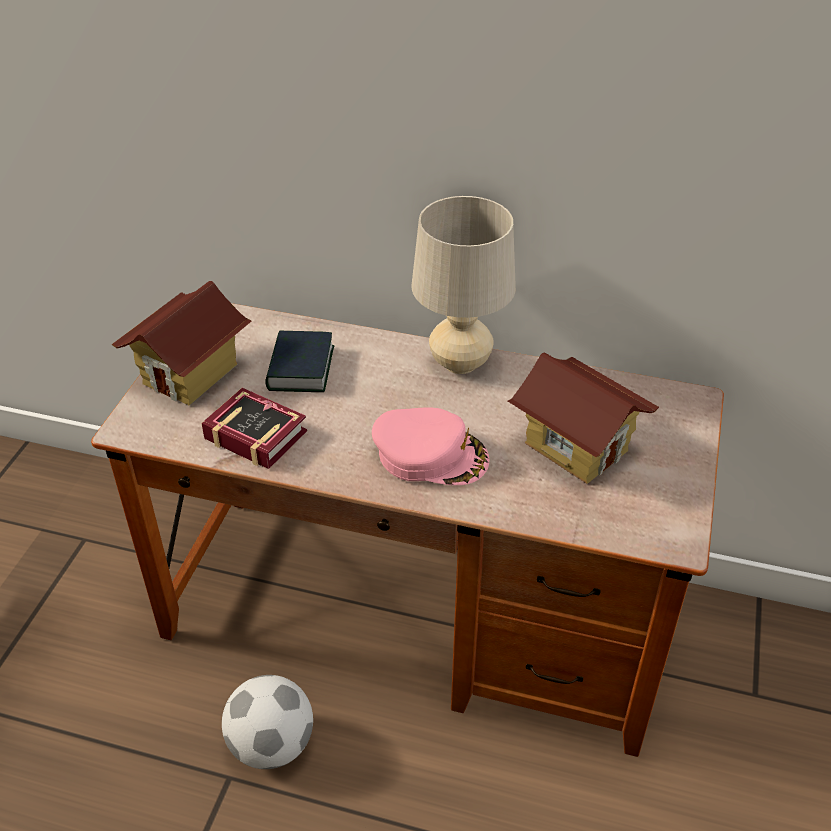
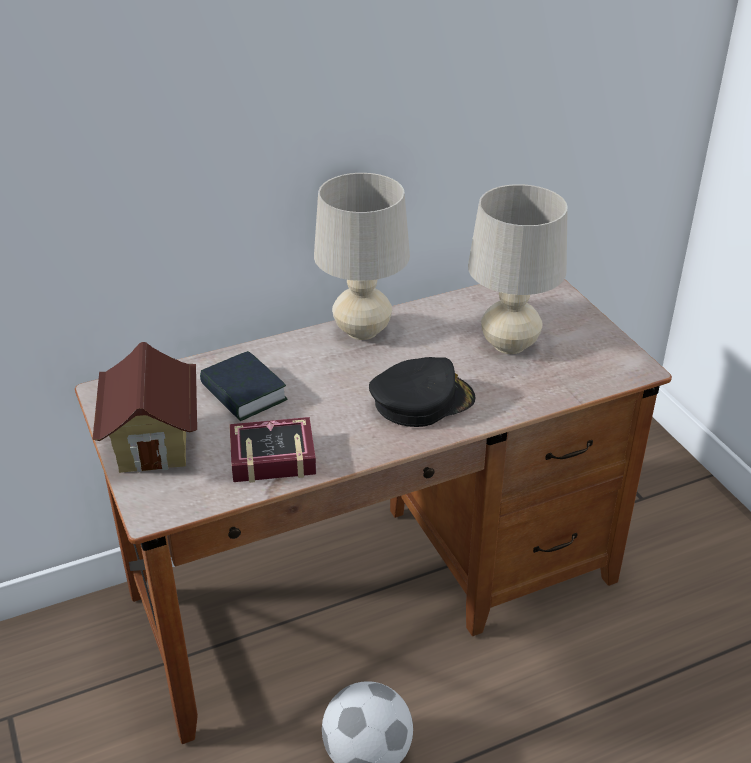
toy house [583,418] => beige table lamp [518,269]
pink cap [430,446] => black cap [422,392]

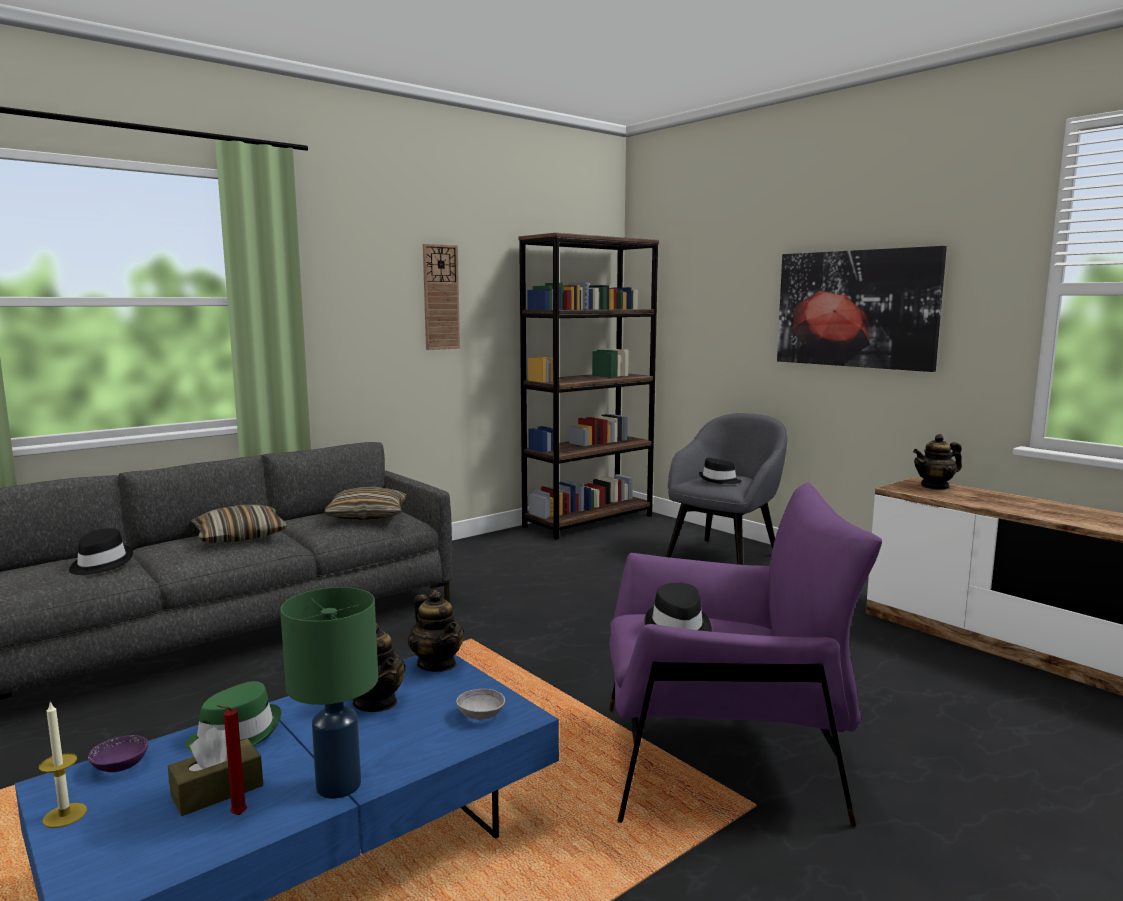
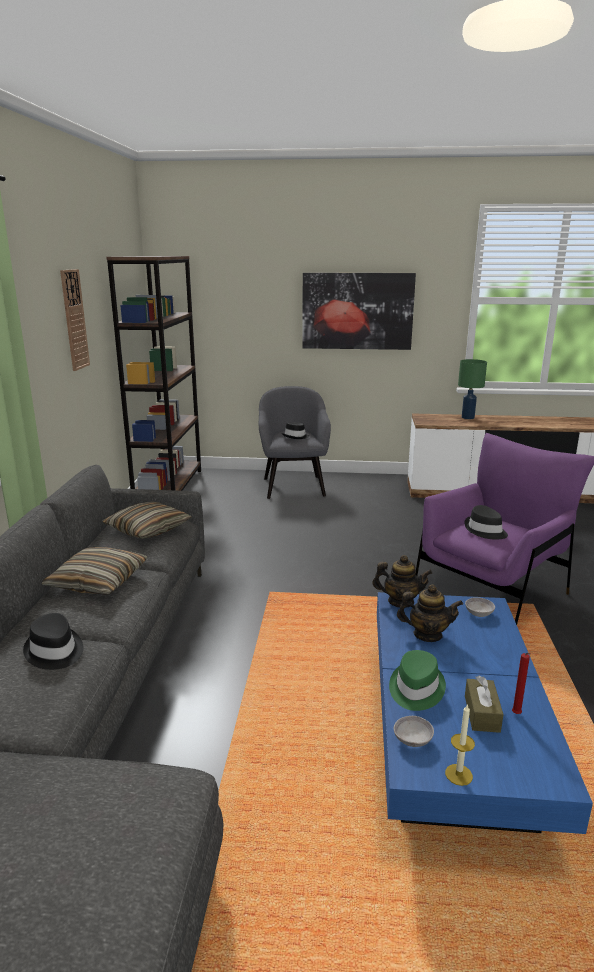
teapot [937,462] => nothing
green table lamp [329,693] => green table lamp [472,389], shifted
purple bowl [118,753] => grey bowl [414,731]

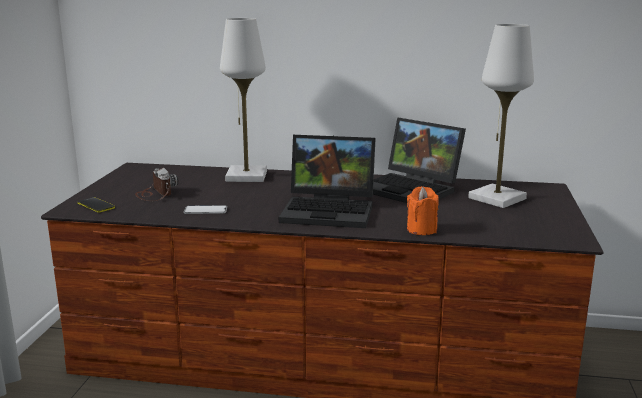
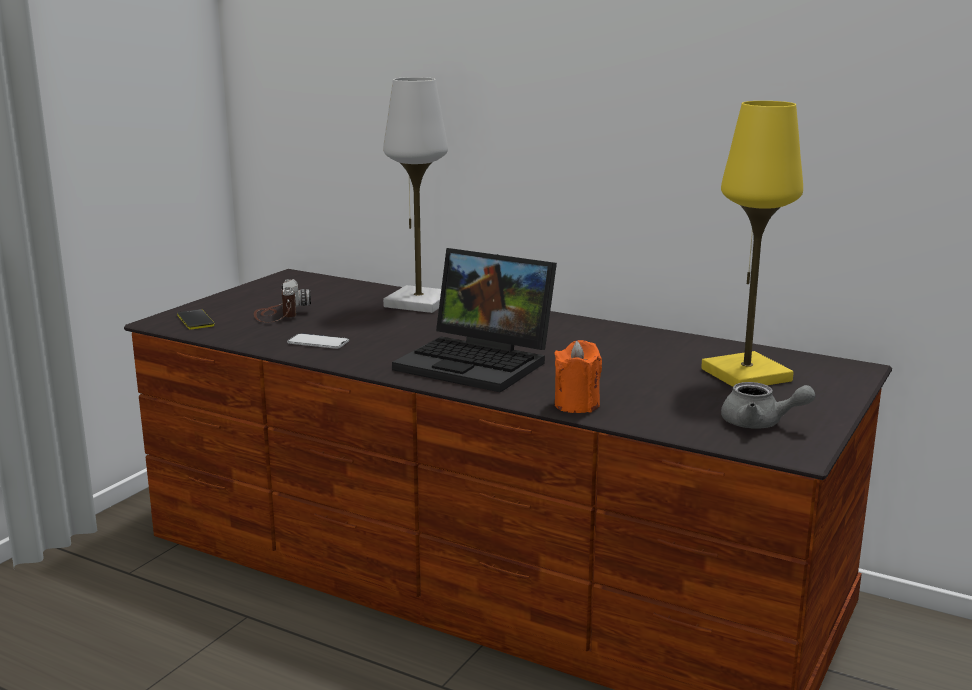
laptop [419,160] => nothing
nothing => grey teapot [768,405]
white table lamp [501,116] => yellow table lamp [752,244]

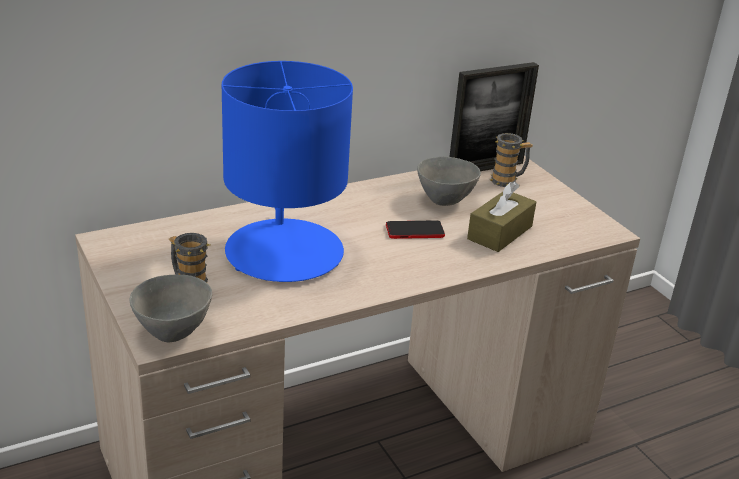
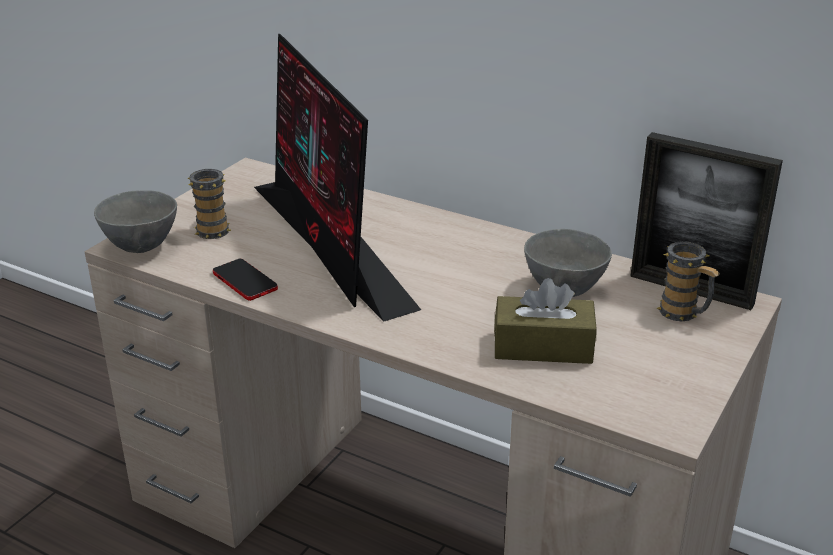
phone [415,230] => phone [245,280], shifted
blue table lamp [287,171] => monitor [337,178]

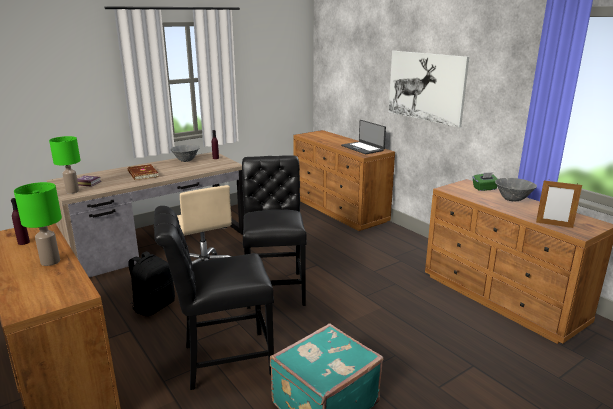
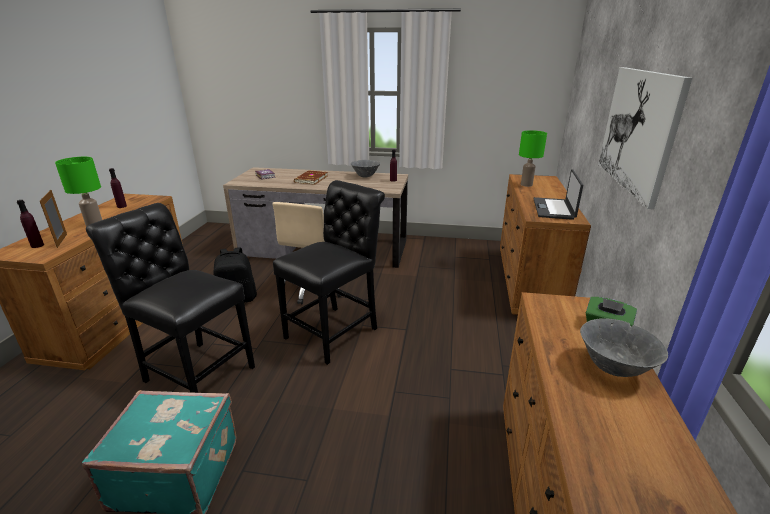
nothing => purple bottle [30,224]
green table lamp [65,165] => green table lamp [533,158], shifted
picture frame [559,203] => picture frame [53,219], shifted

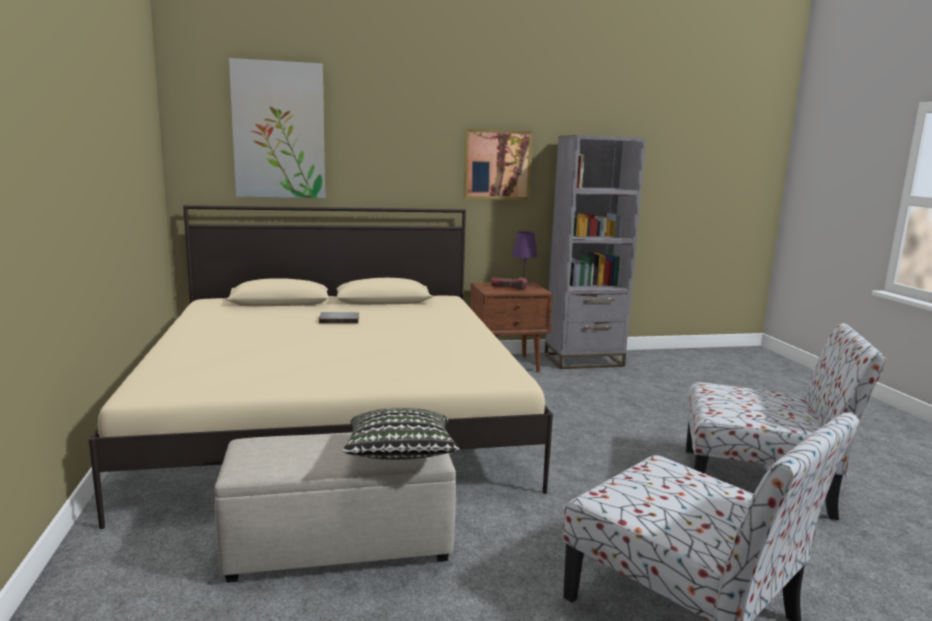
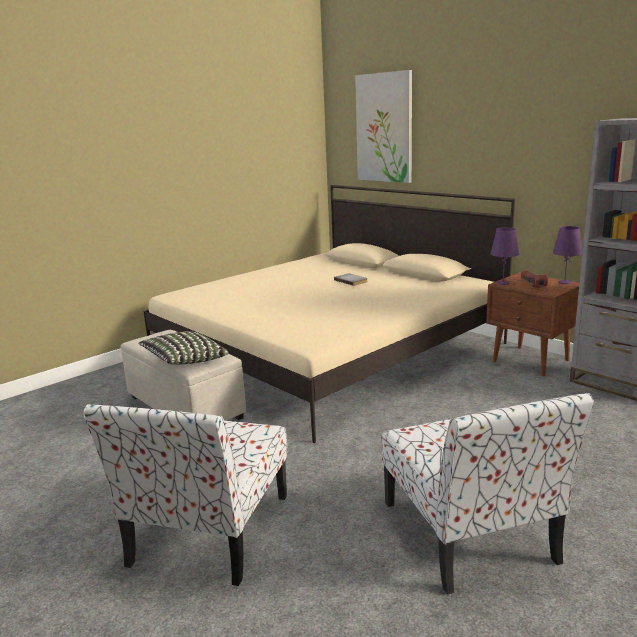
picture [498,164] => nothing
nothing => purple table lamp [504,256]

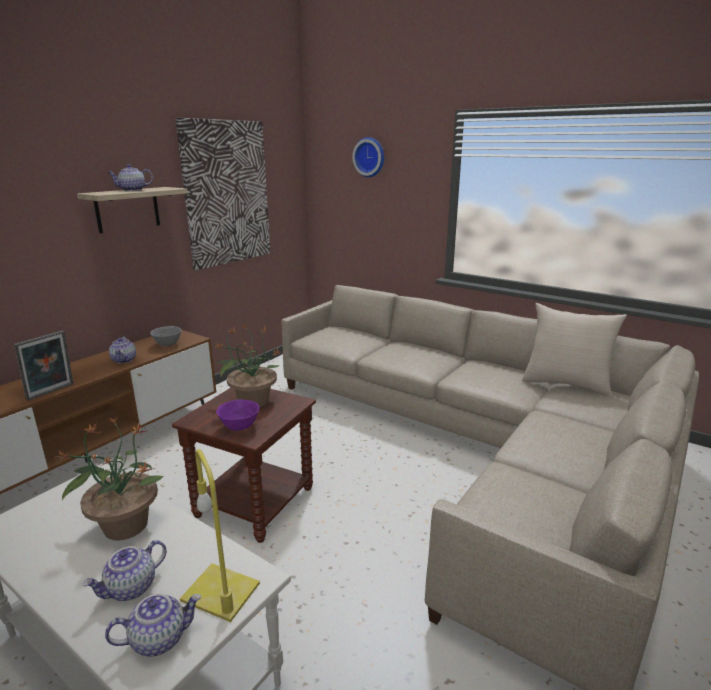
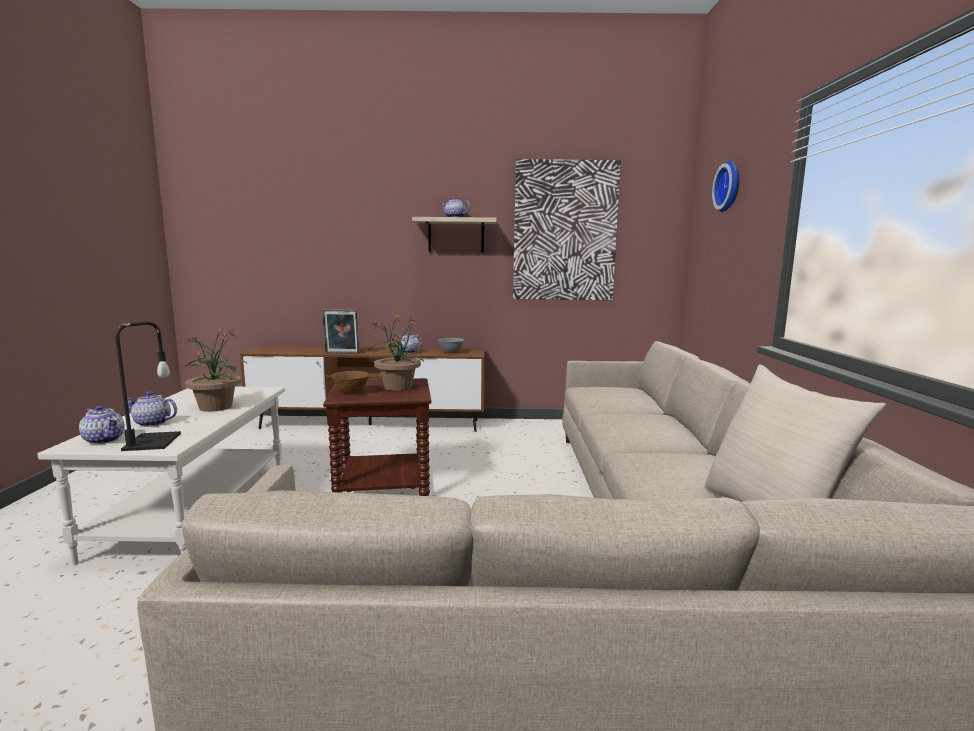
yellow table lamp [220,535] => black table lamp [148,386]
purple bowl [237,415] => brown bowl [350,382]

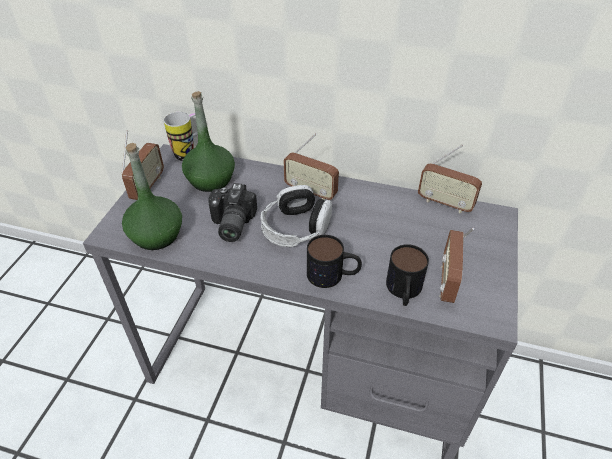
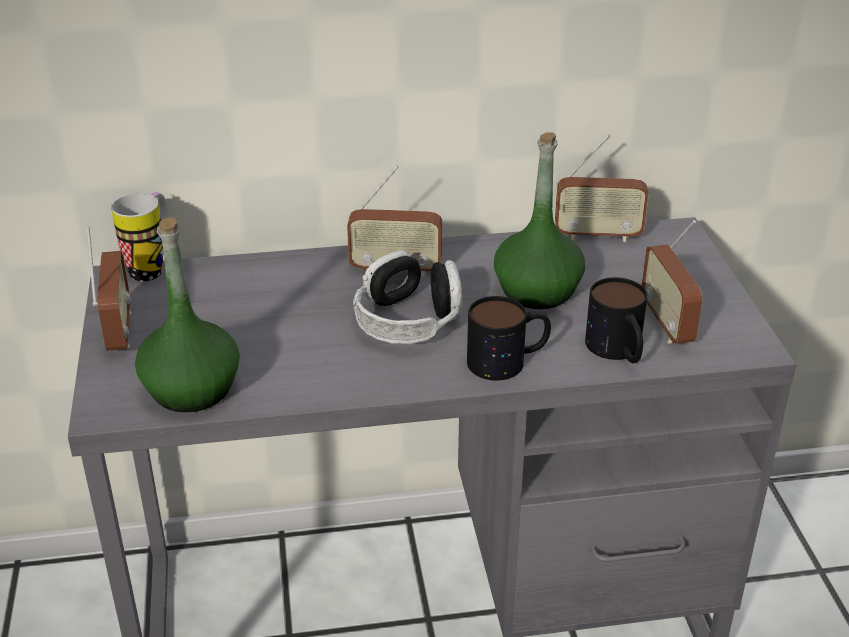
photo camera [232,212] => nothing
green bottle [208,141] => green bottle [539,220], shifted

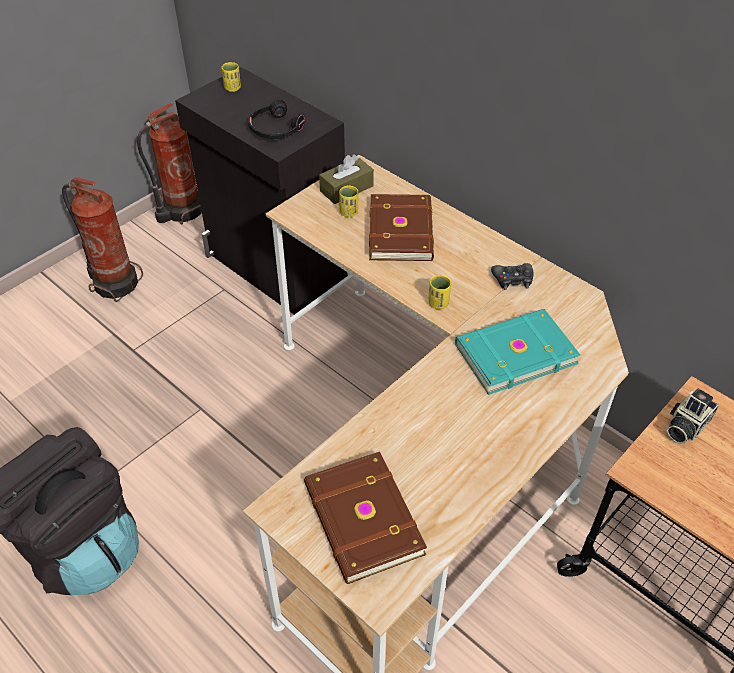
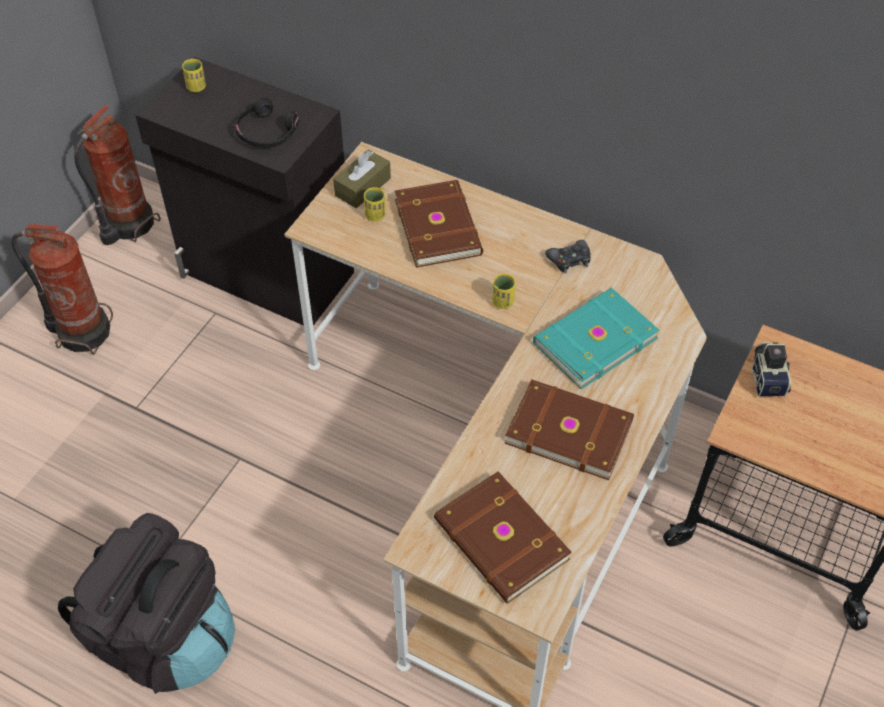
nothing => brown book [569,430]
photo camera [693,416] => photo camera [771,369], 150 degrees clockwise

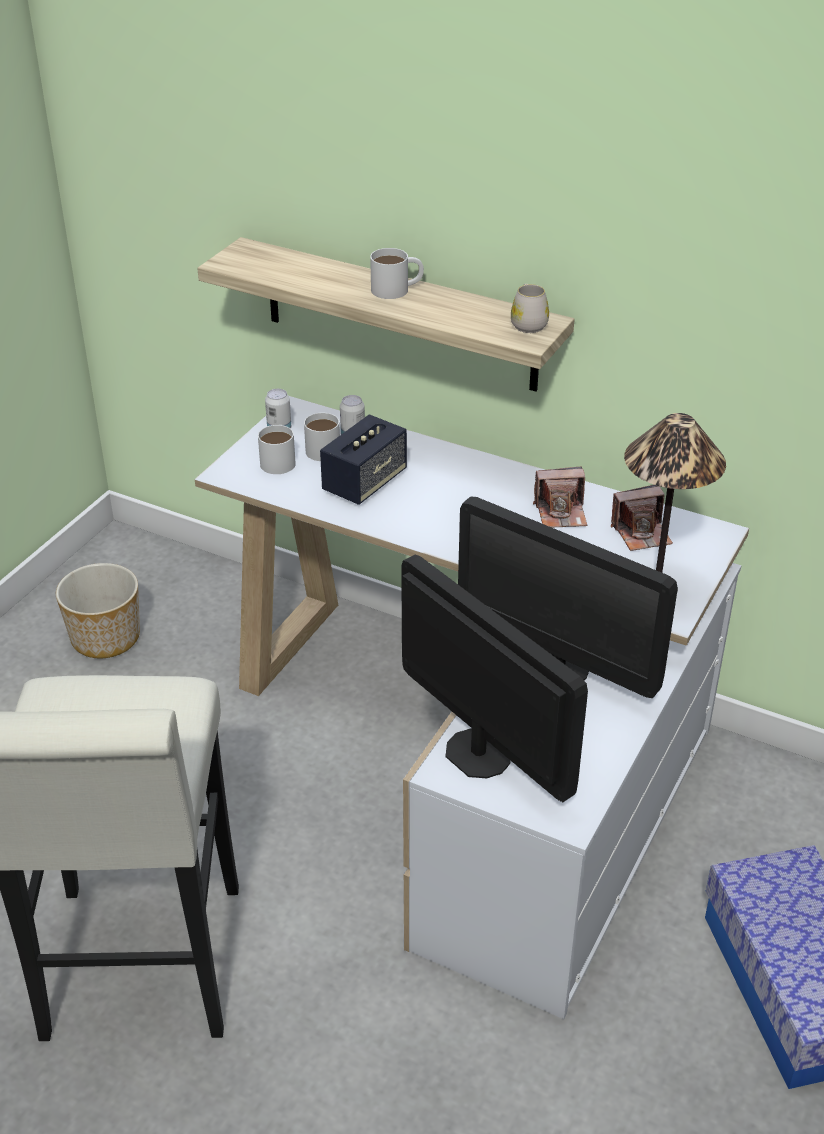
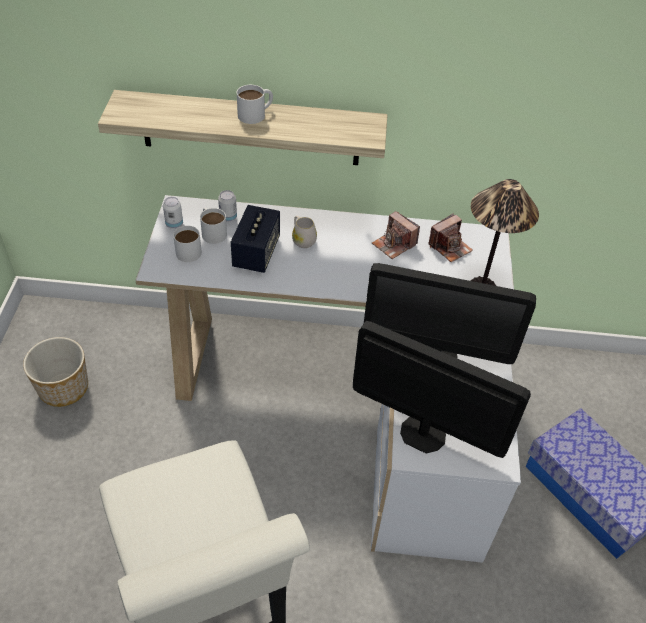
white mug [530,308] => white mug [304,232], shifted
photo camera [560,497] => photo camera [396,235], 75 degrees clockwise

